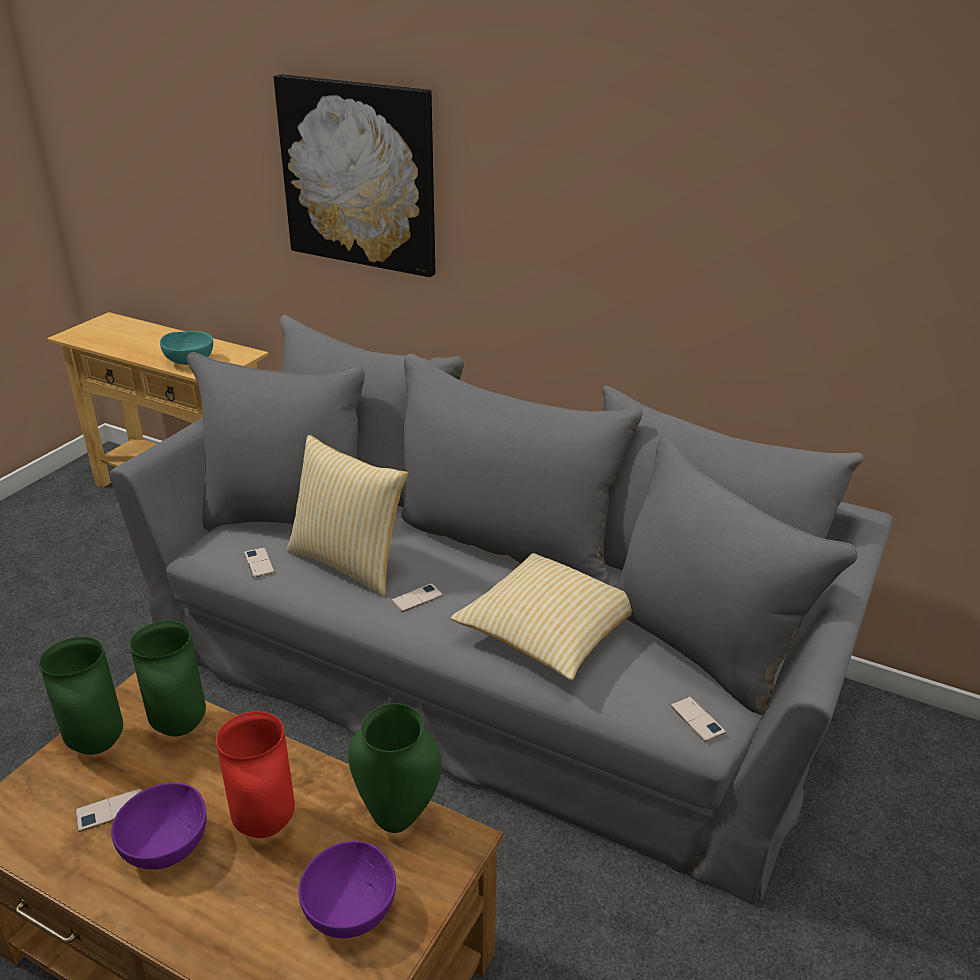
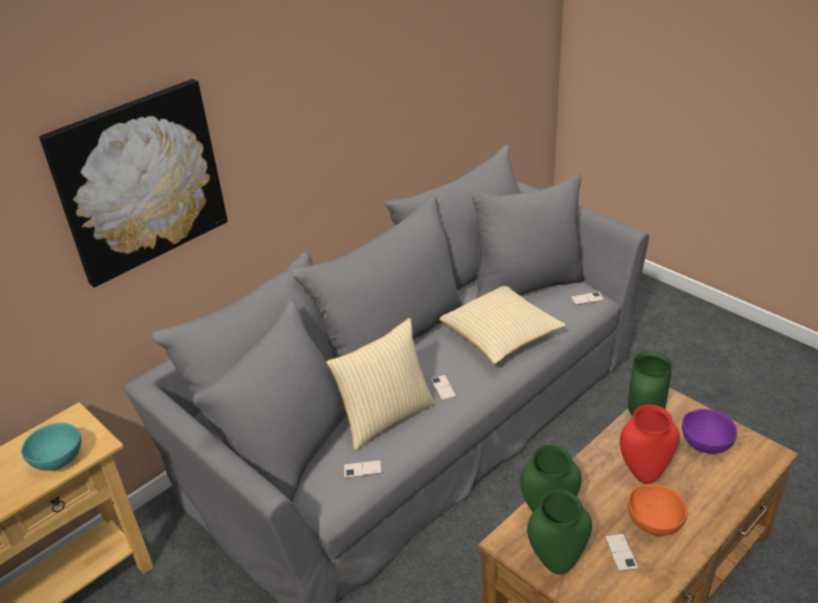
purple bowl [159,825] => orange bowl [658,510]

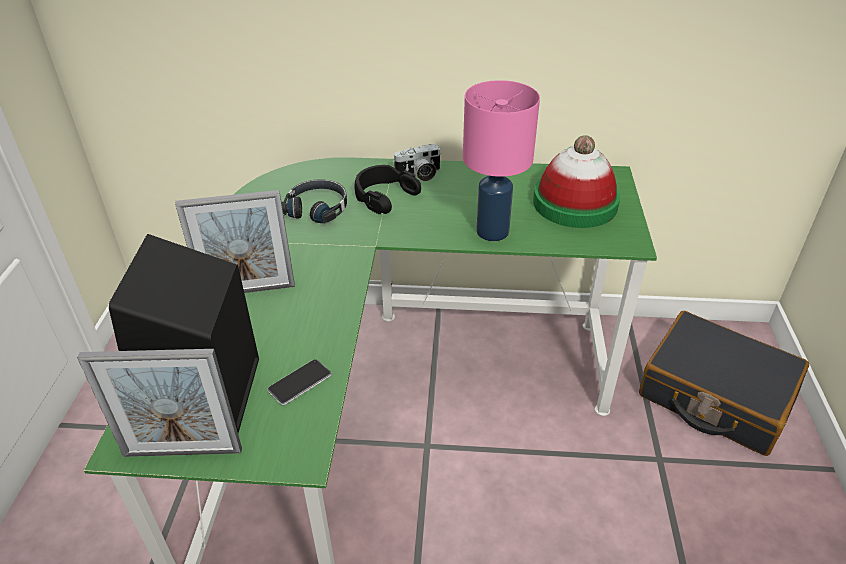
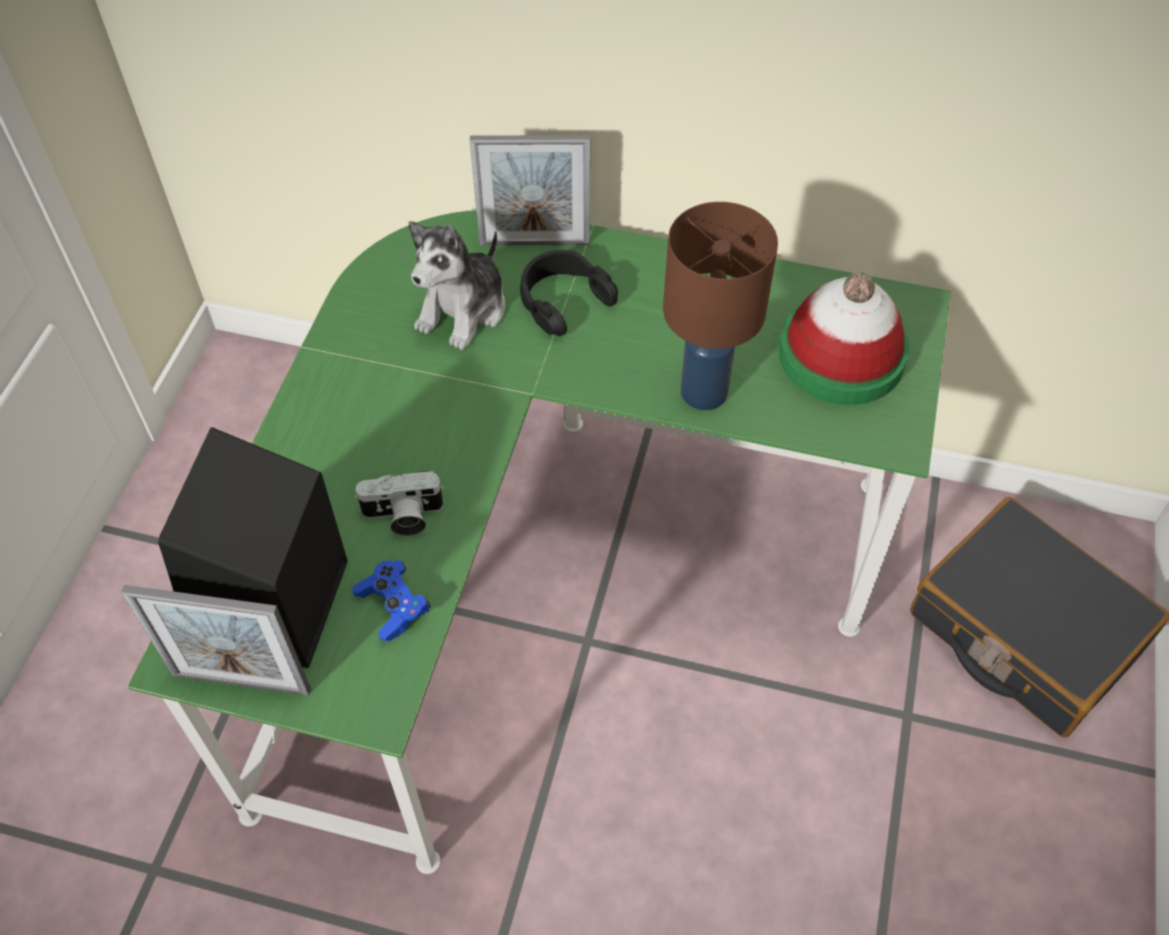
picture frame [235,241] => picture frame [530,190], shifted
photo camera [417,162] => photo camera [399,503], shifted
phone [299,382] => blue game controller [391,601]
black headphones [314,201] => plush toy [457,285]
pink table lamp [501,160] => brown table lamp [720,306]

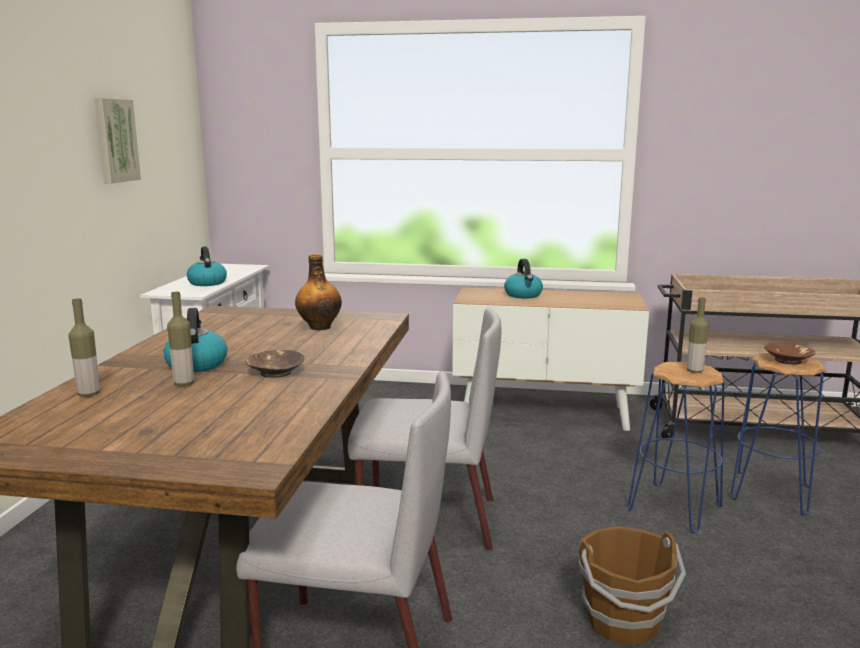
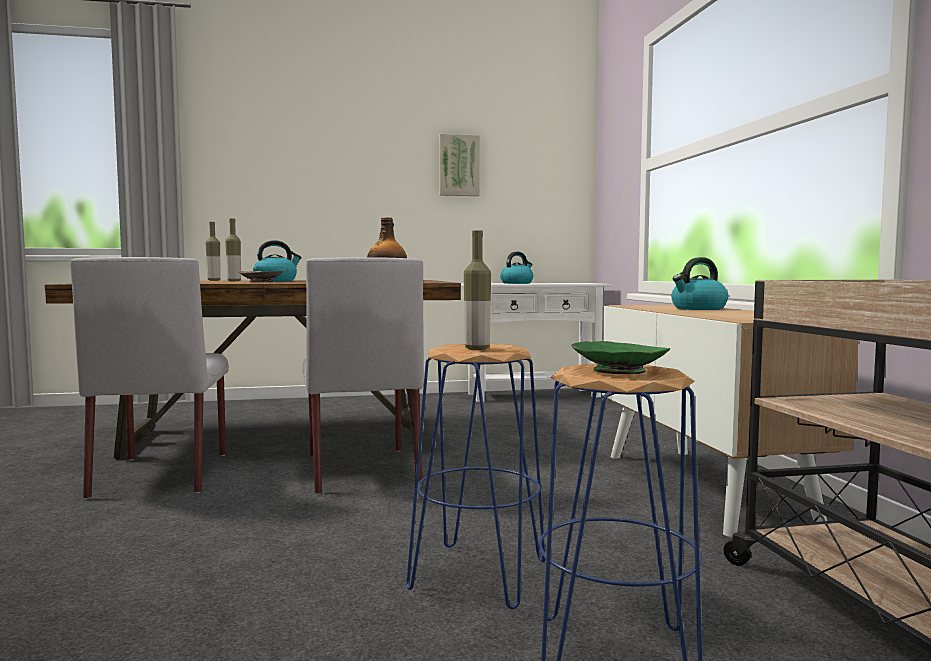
brown bucket [632,585] => nothing
brown bowl [789,354] => green bowl [620,357]

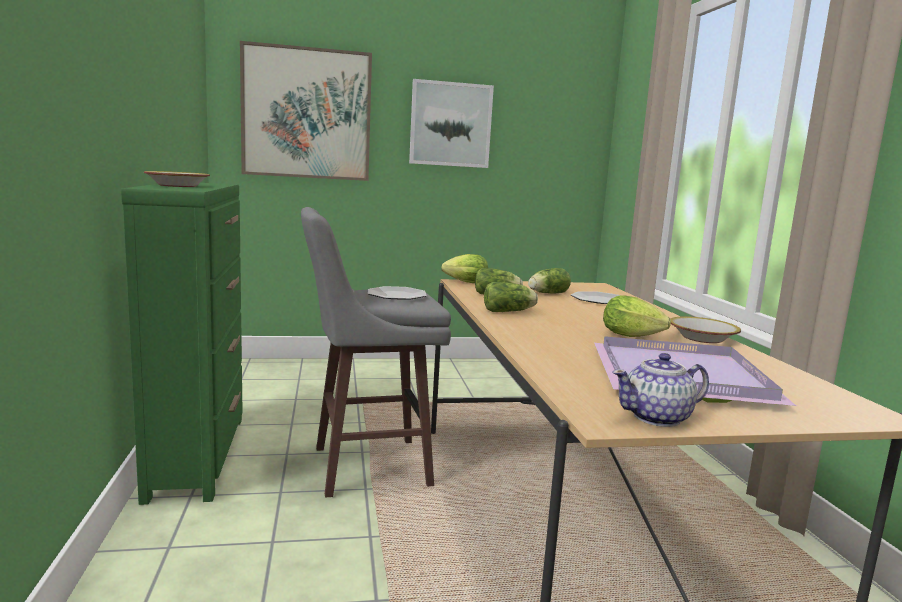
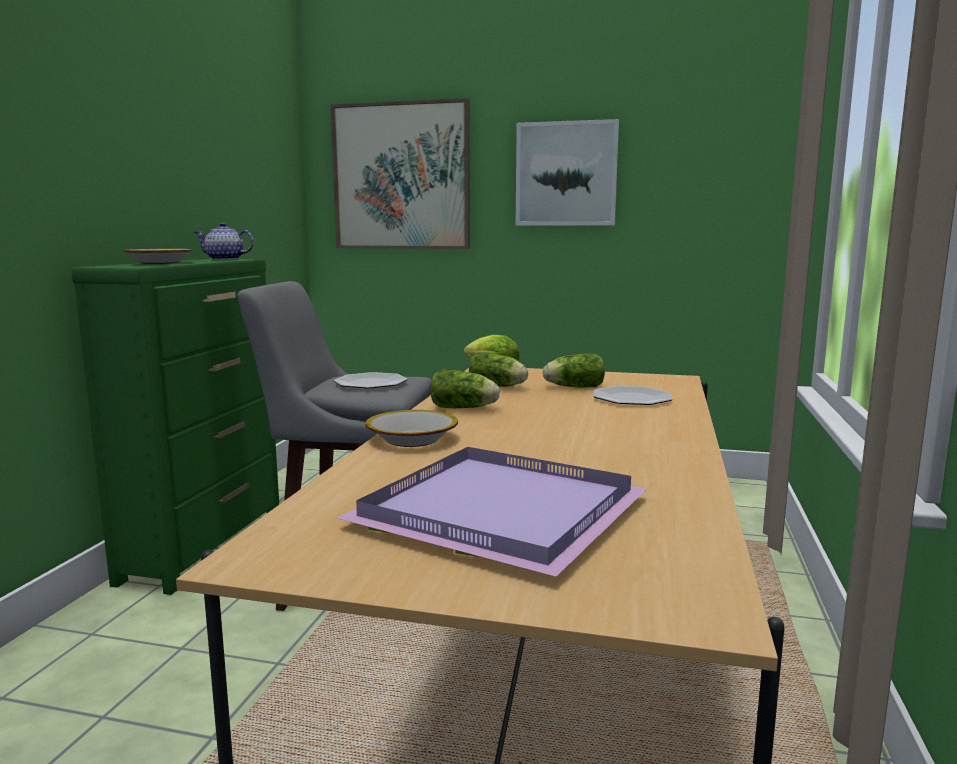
lettuce [637,316] => nothing
teapot [660,390] => teapot [224,241], shifted
bowl [706,329] => bowl [411,428], shifted

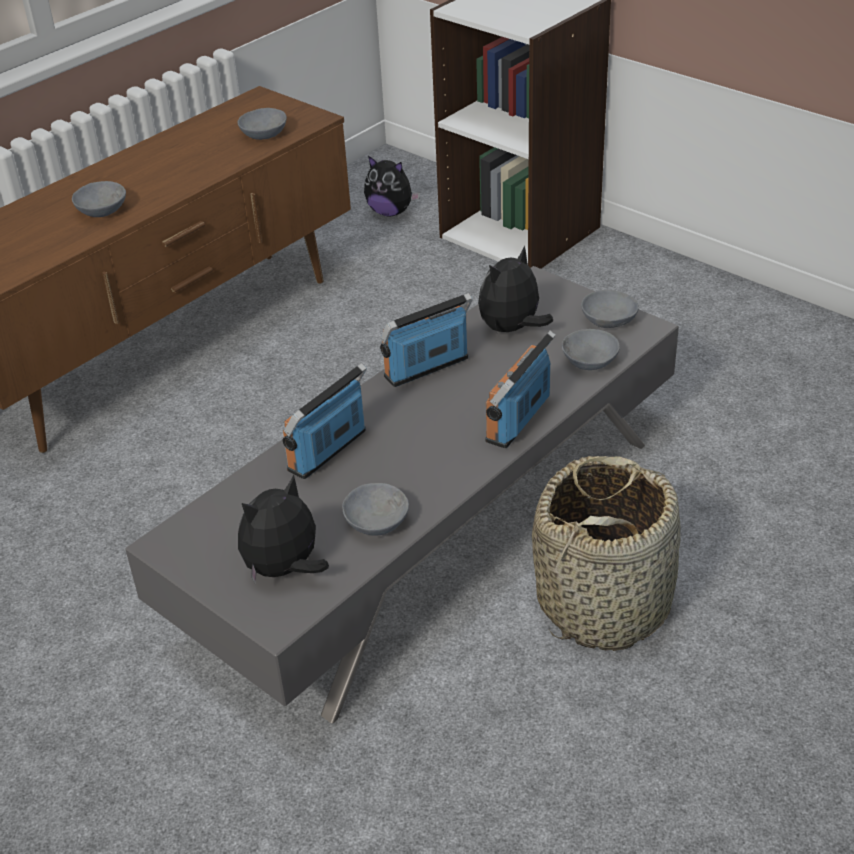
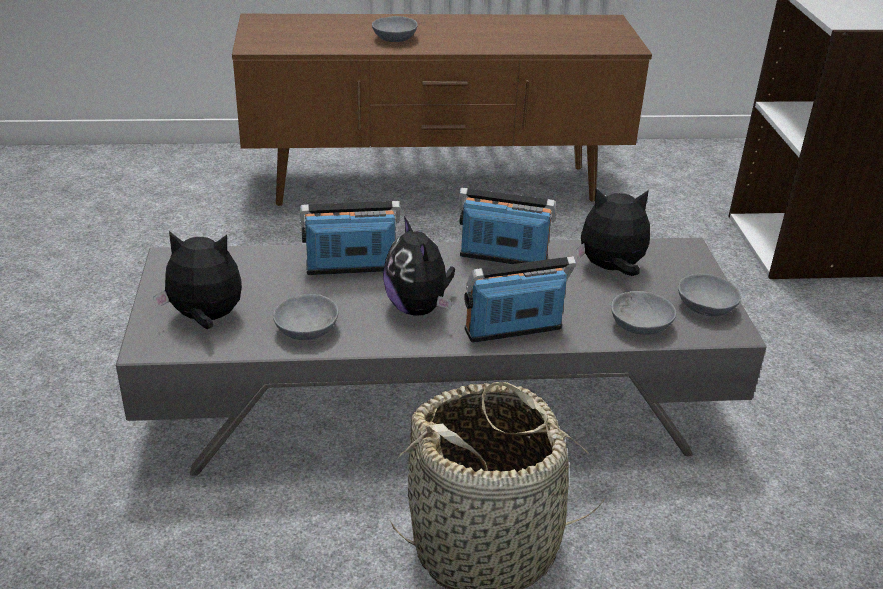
grey bowl [262,124] => nothing
plush toy [392,186] => plush toy [419,266], shifted

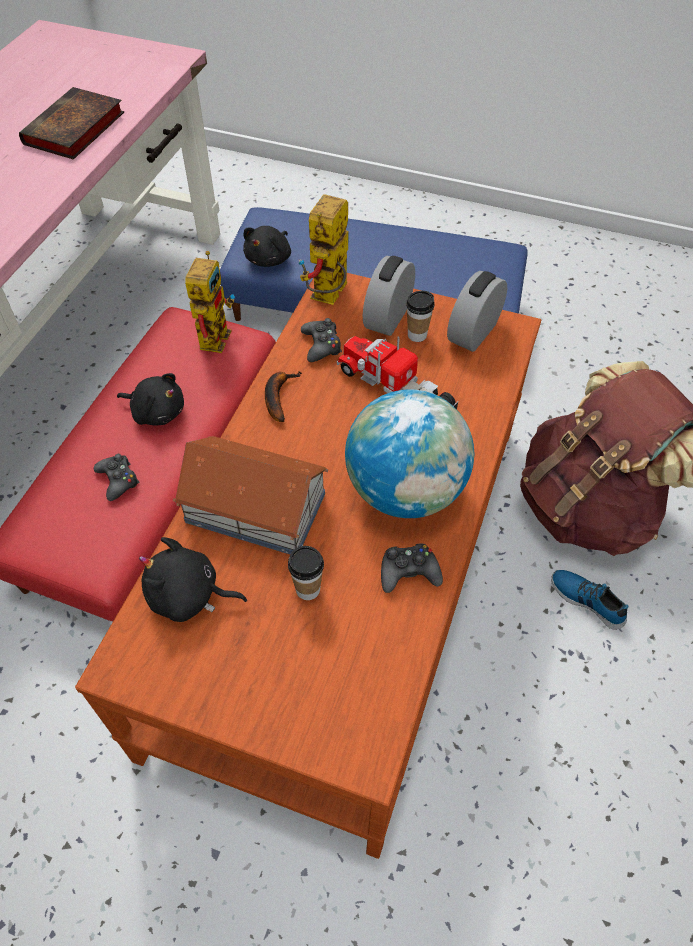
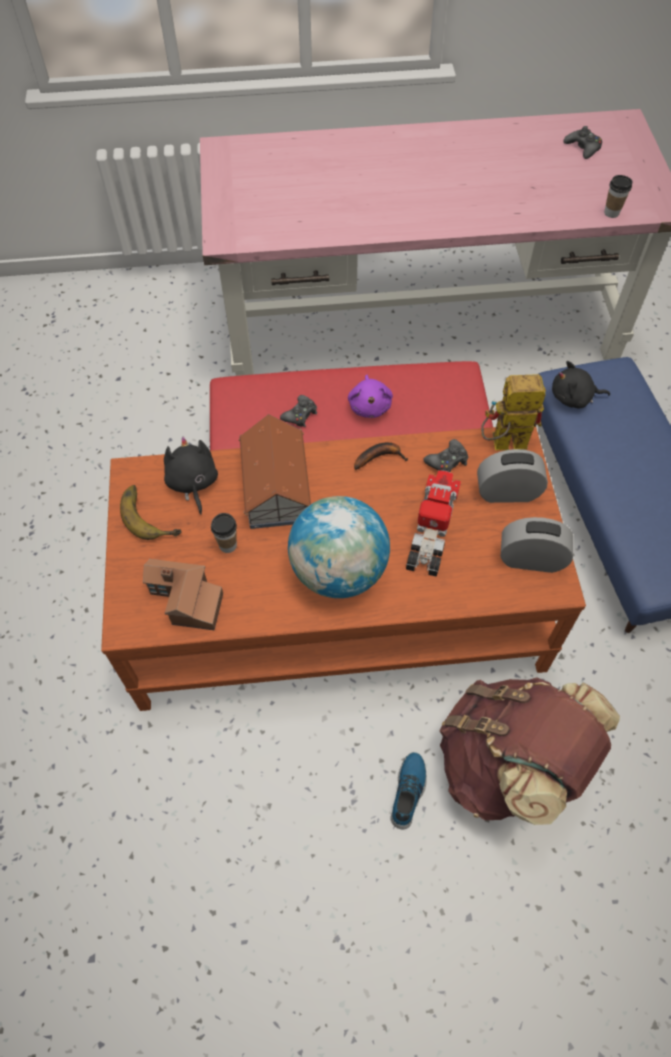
book [71,123] => nothing
toy robot [210,302] => nothing
nothing => banana [151,512]
nothing => toy house [183,594]
black game controller [412,568] => black game controller [582,142], shifted
cup [420,316] => cup [618,196], shifted
black plush toy [150,399] => purple plush toy [370,396]

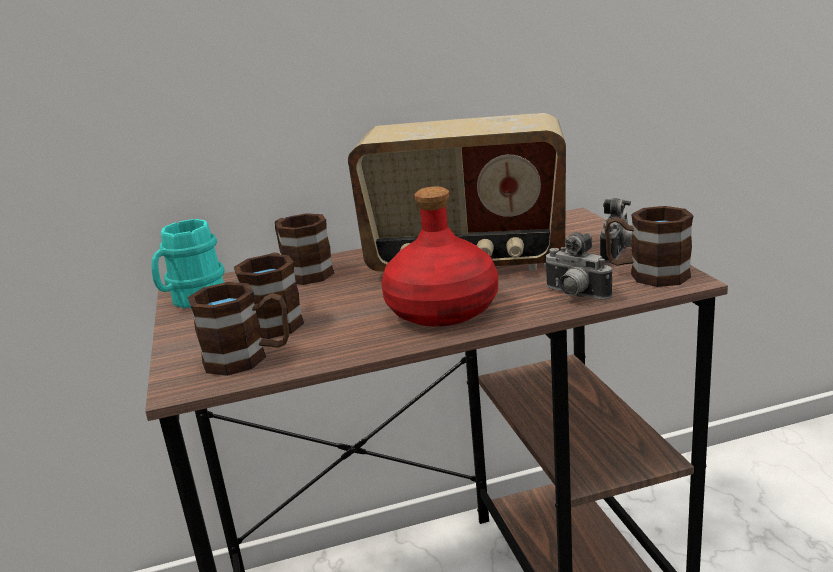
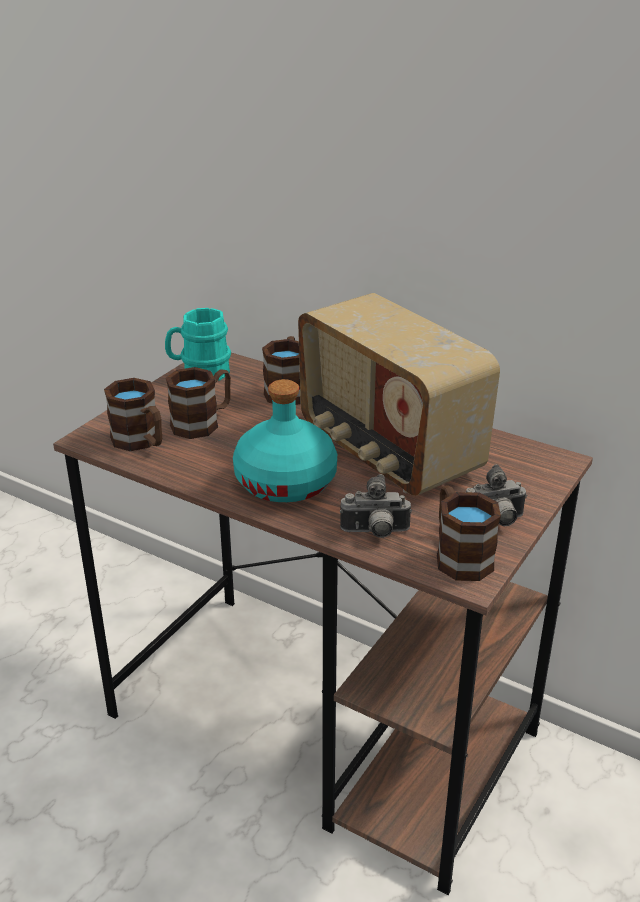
red bottle [439,257] => turquoise bottle [285,440]
photo camera [578,266] => photo camera [376,506], 90 degrees counterclockwise

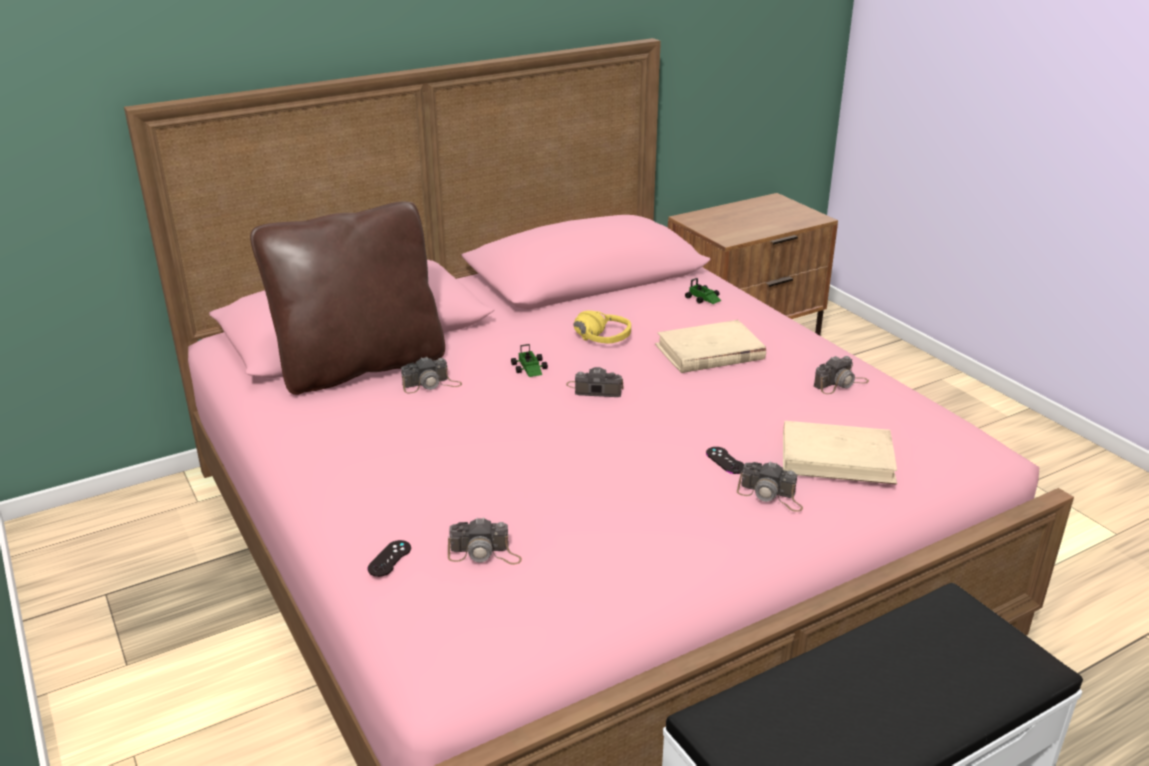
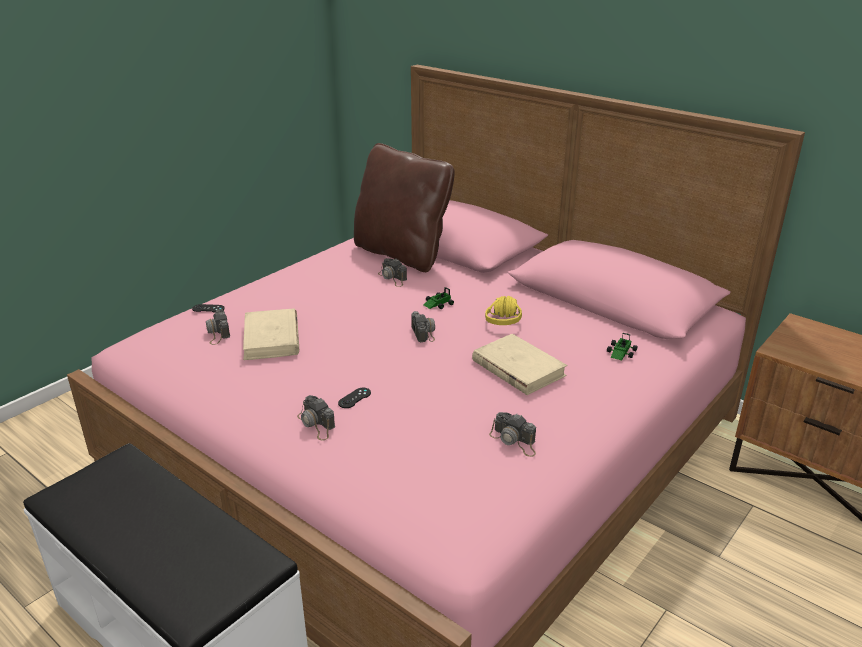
beige book [840,453] => beige book [271,334], shifted
photo camera [770,486] => photo camera [316,418], 45 degrees counterclockwise

